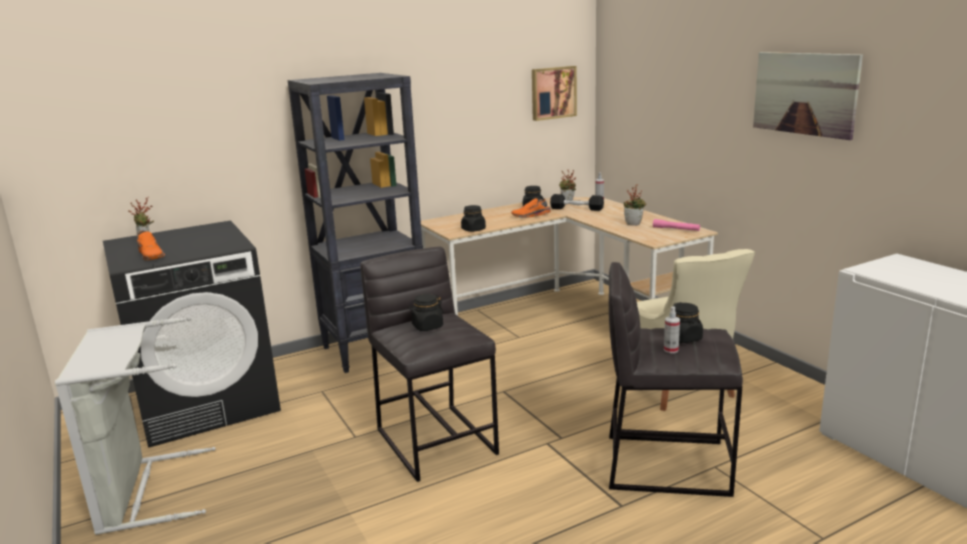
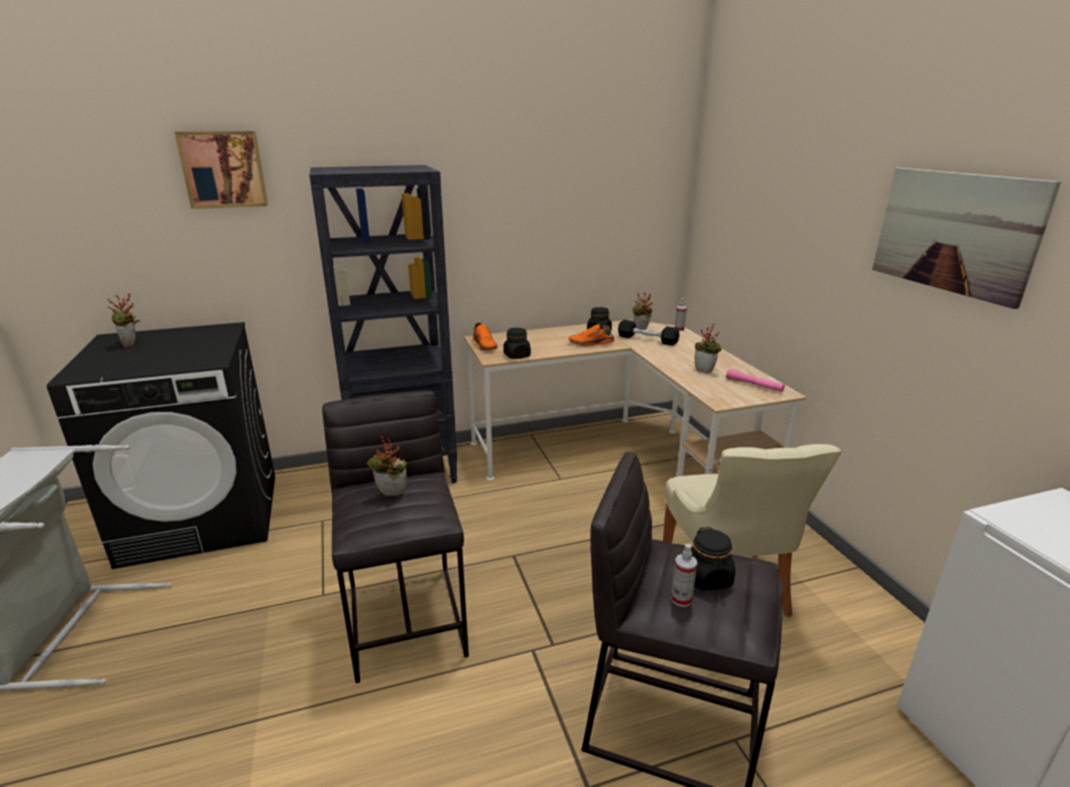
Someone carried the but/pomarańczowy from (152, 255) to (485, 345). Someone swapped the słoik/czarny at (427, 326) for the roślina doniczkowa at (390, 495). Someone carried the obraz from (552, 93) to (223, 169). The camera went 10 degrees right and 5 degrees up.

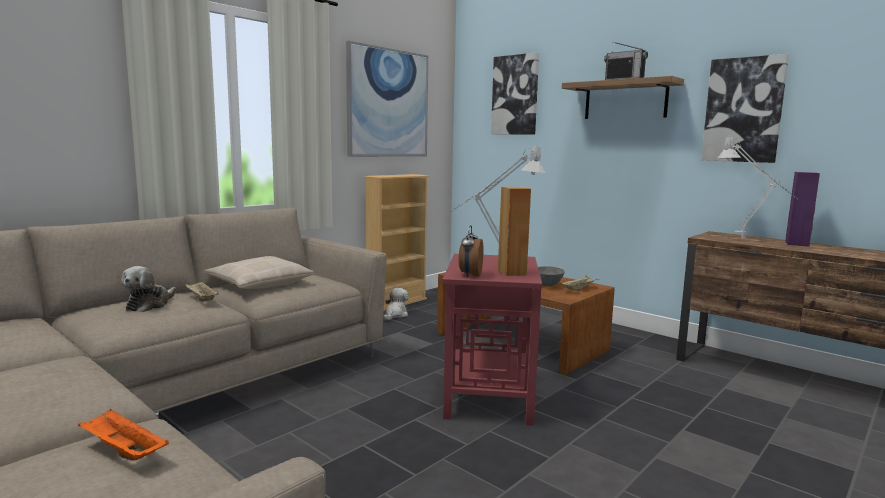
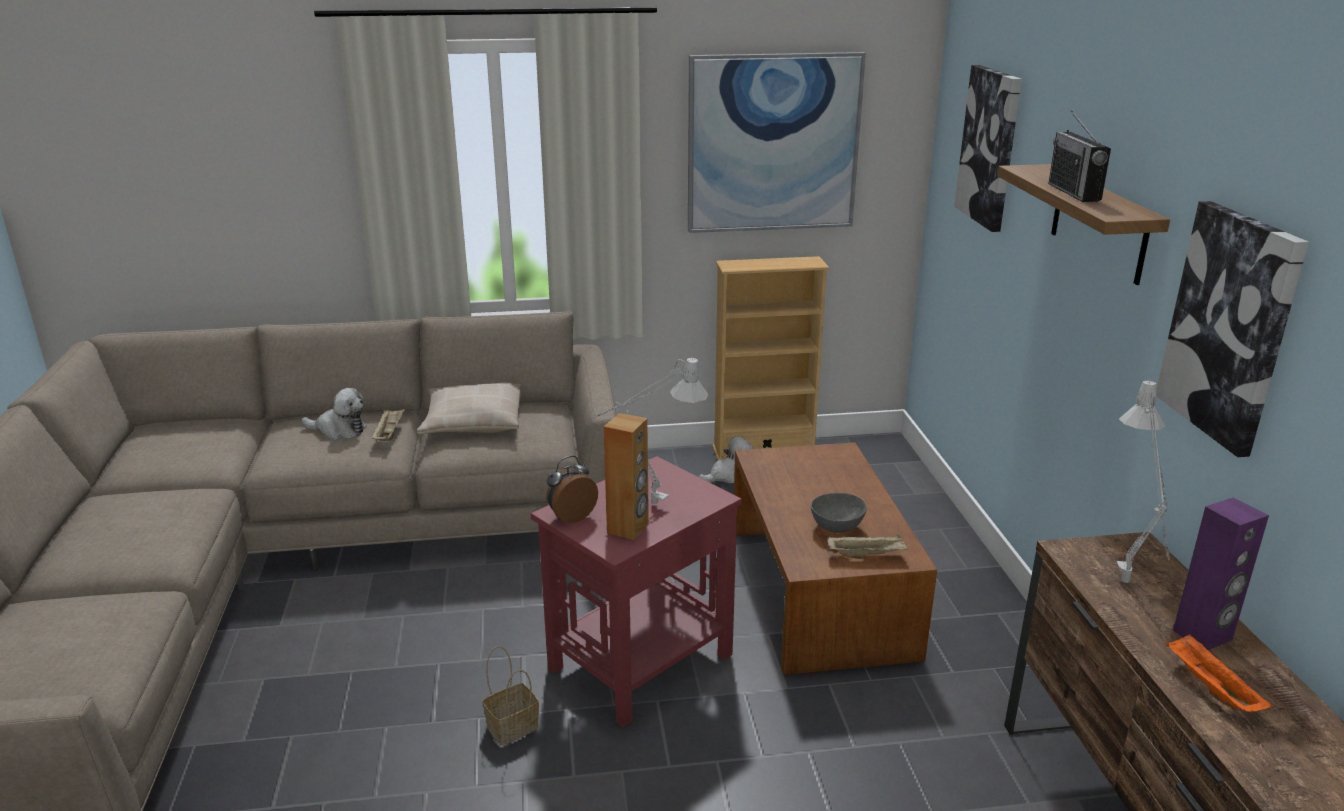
Someone carried the taca/pomarańczowy from (122, 451) to (1209, 688). Someone rotated the pluszak at (150, 305) by 135 degrees counterclockwise. Someone put down the koszyk at (513, 726). The camera went 40 degrees right and 15 degrees up.

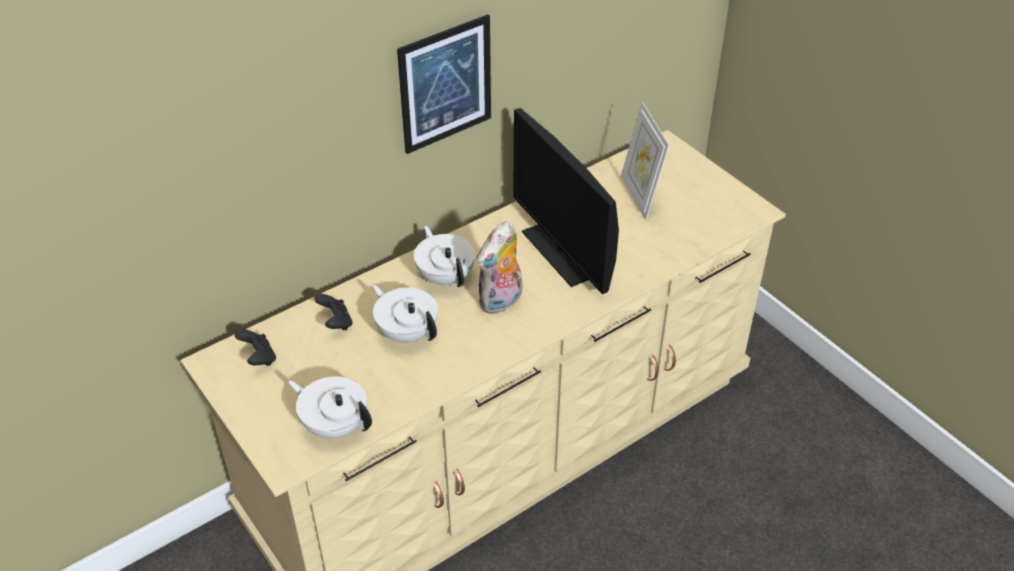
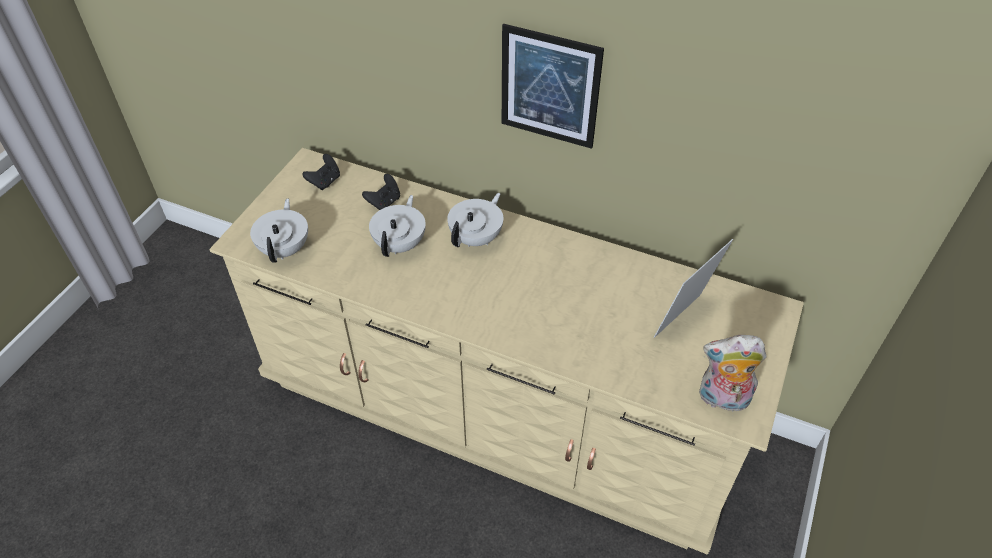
Someone carried the pluszak from (501, 302) to (722, 399). Someone took away the monitor at (563, 251). The camera went 60 degrees right and 5 degrees up.

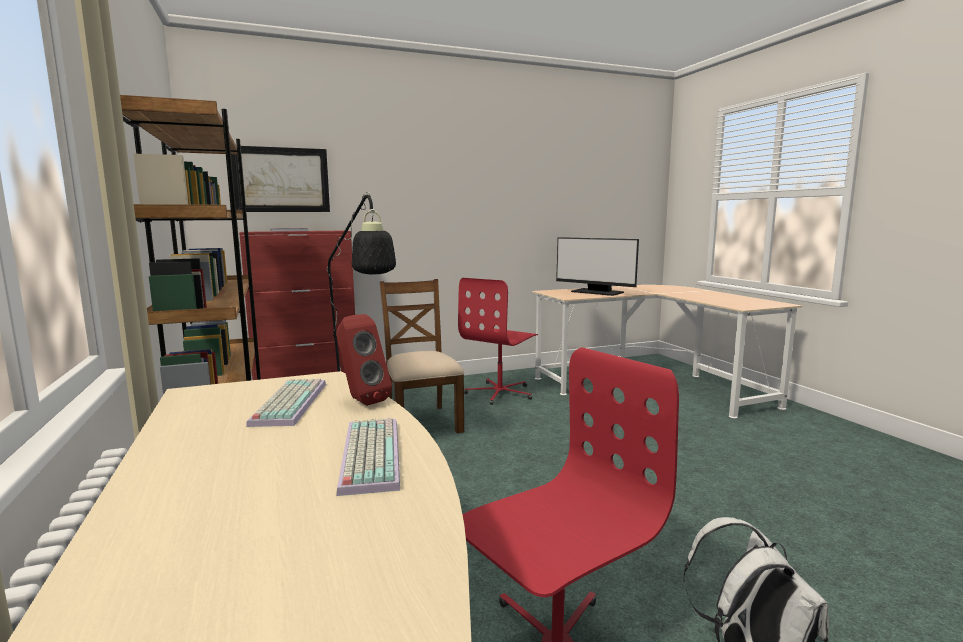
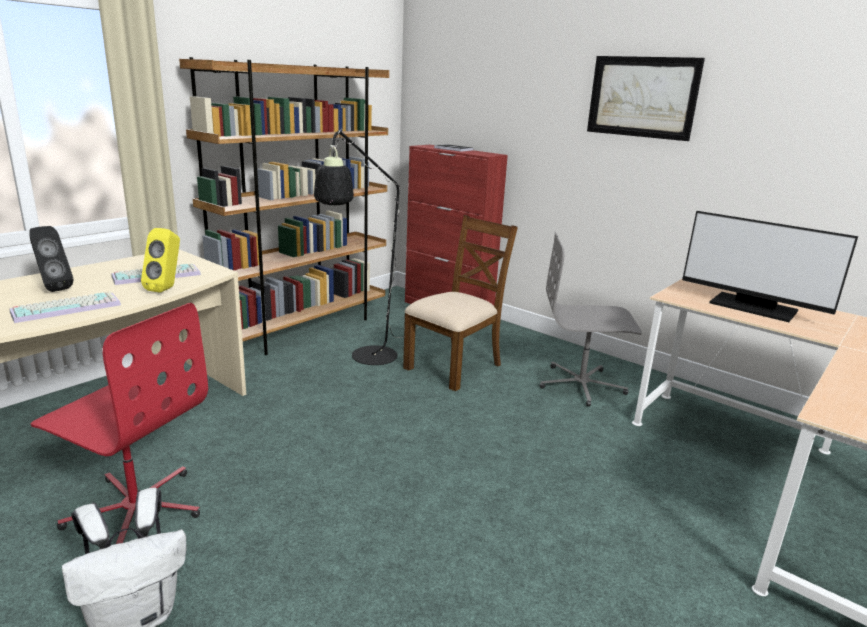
Someone carried the obraz from (281, 180) to (642, 97). Someone repainted the głośnik/czerwony at (361, 401), which became the głośnik/żółty at (167, 289). Someone repainted the krzesło biurowe/czerwony at (500, 393), which became the krzesło biurowe/szary at (581, 385). Someone rotated the monitor at (596, 292) by 60 degrees counterclockwise. Someone put down the głośnik/czarny at (53, 288). The camera went 60 degrees right and 10 degrees up.

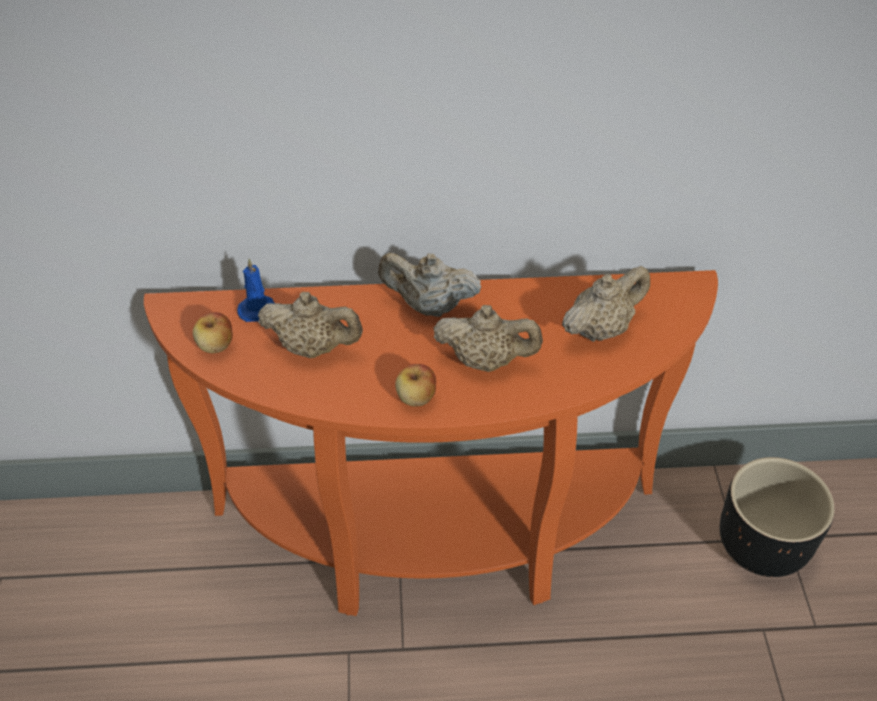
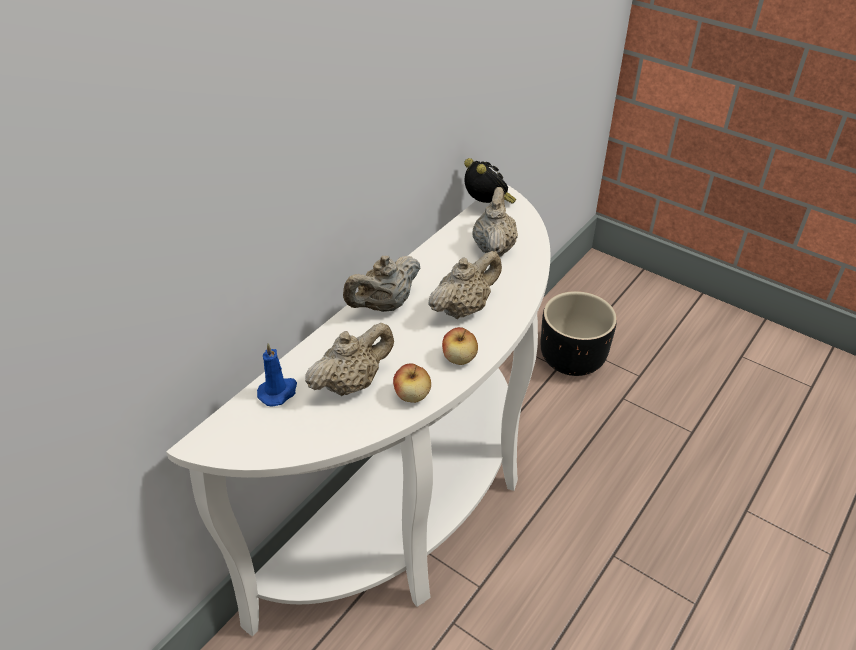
Someone repainted the stolik konsolowy/pomarańczowy at (437, 544), which became the stolik konsolowy/biały at (419, 510). Someone carried the jabłko from (216, 345) to (412, 395). Someone put down the budzik at (487, 206). The camera went 50 degrees left and 5 degrees down.

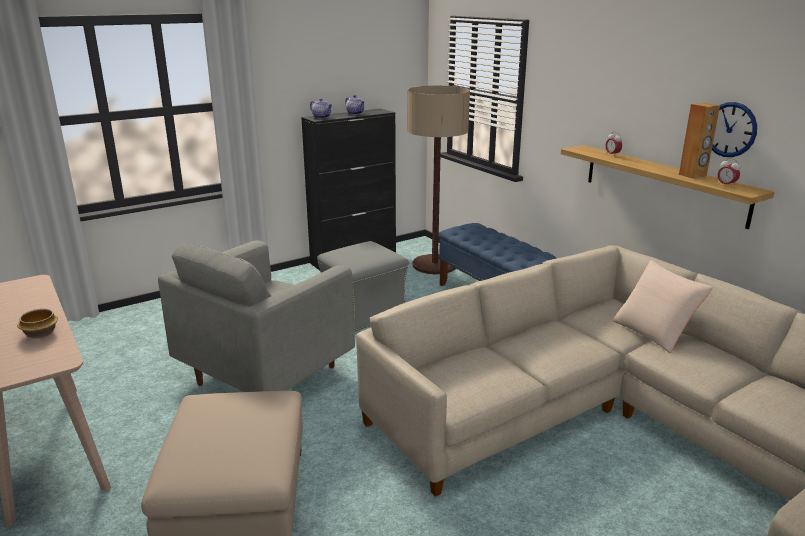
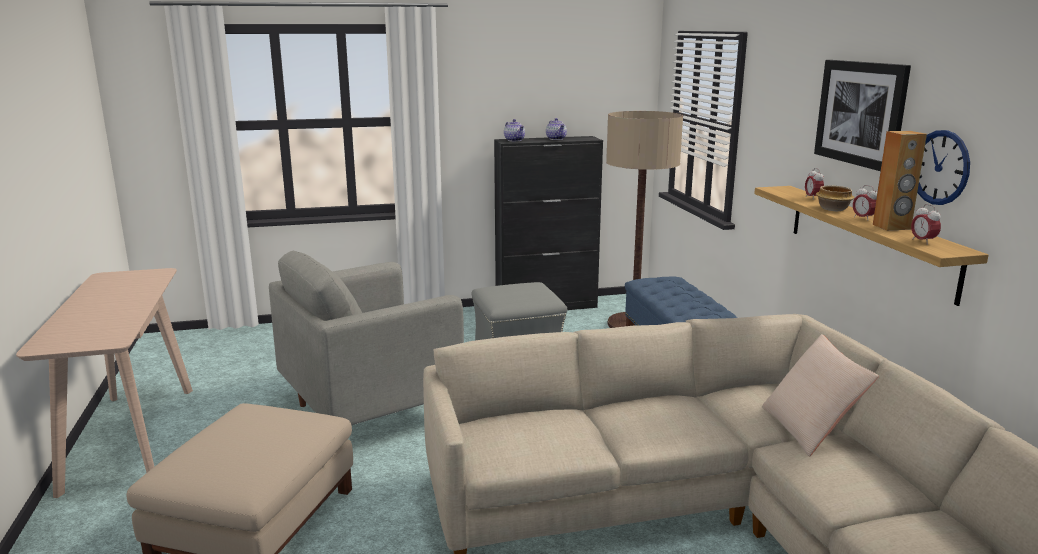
Someone carried the miska from (41, 333) to (833, 209). Someone put up the obraz at (861, 113). Someone put down the budzik at (863, 218). The camera went 20 degrees right and 5 degrees down.

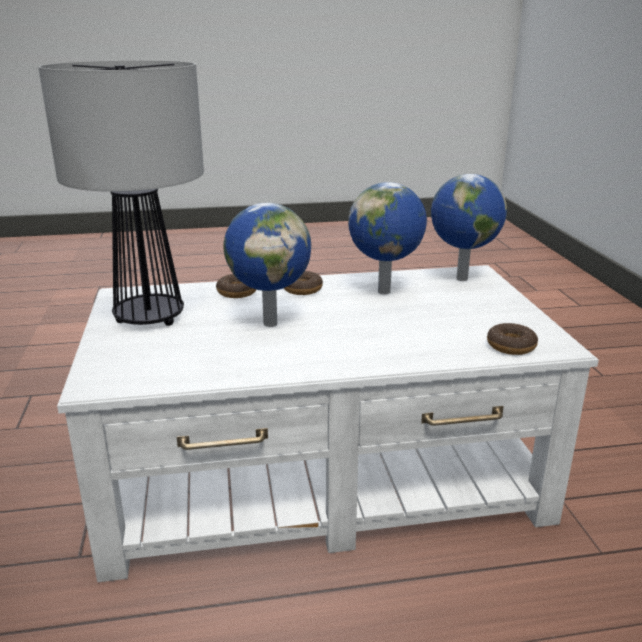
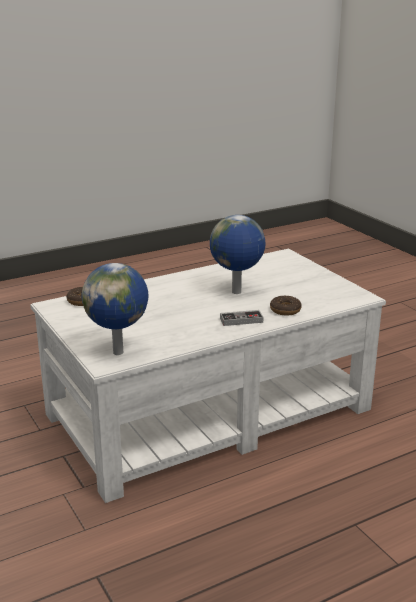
Someone took away the lampa stołowa at (149, 317). Someone swapped the donut at (302, 289) for the pad do gier at (241, 320). Someone took away the globus at (385, 292). The camera went 160 degrees right and 0 degrees up.

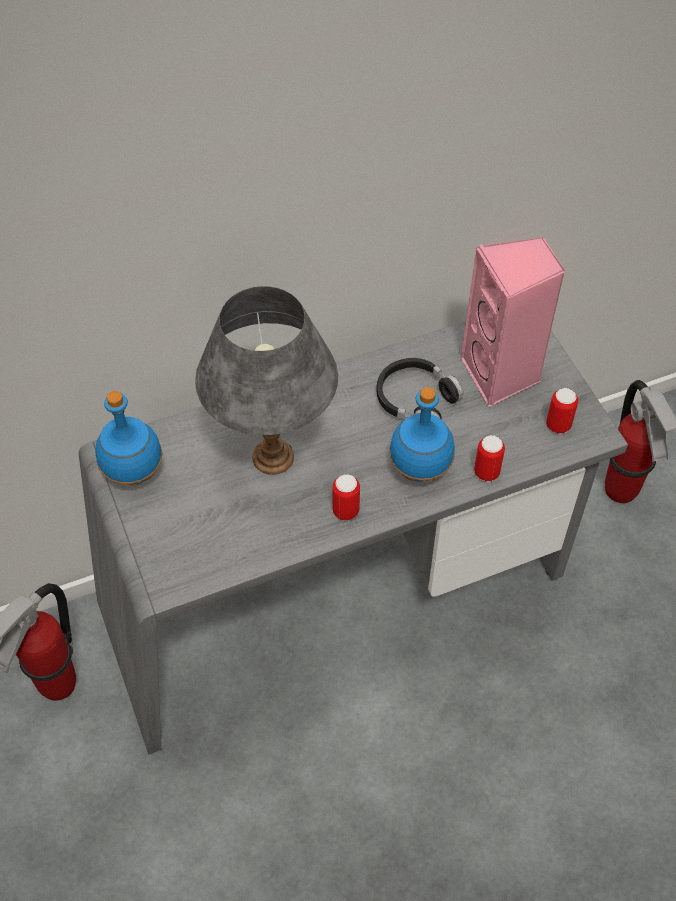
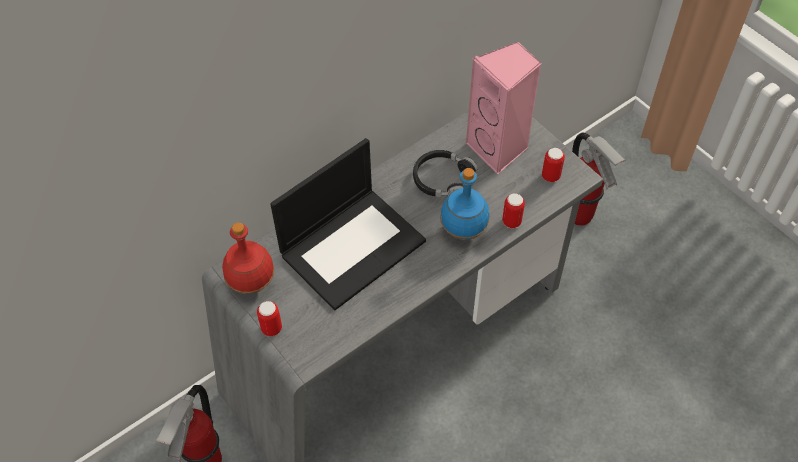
Someone repainted the butelka/niebieski at (134, 474), which became the butelka/czerwony at (252, 284). Someone swapped the lampa stołowa/szary at (273, 456) for the laptop at (353, 246). Someone carried the puszka from (345, 511) to (271, 328). The camera went 15 degrees left and 0 degrees up.

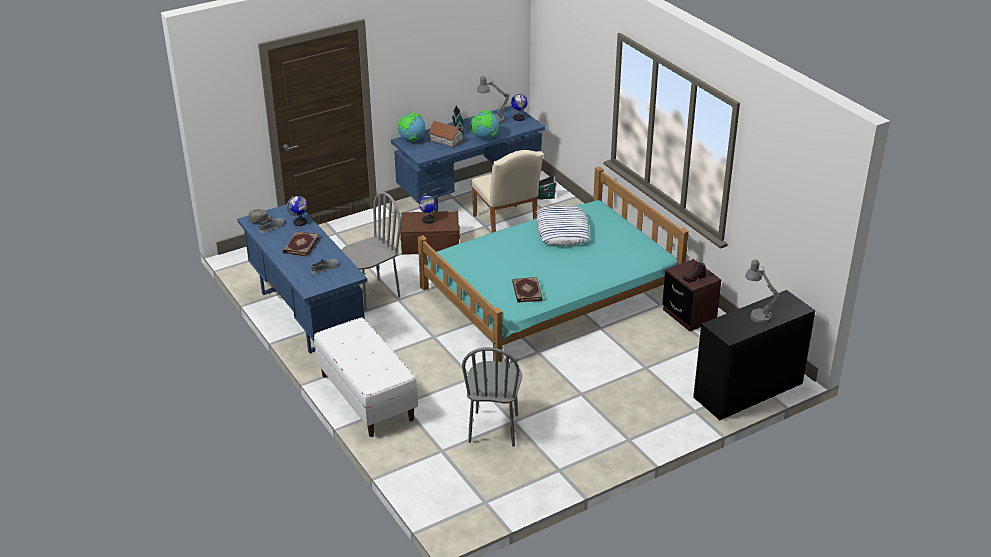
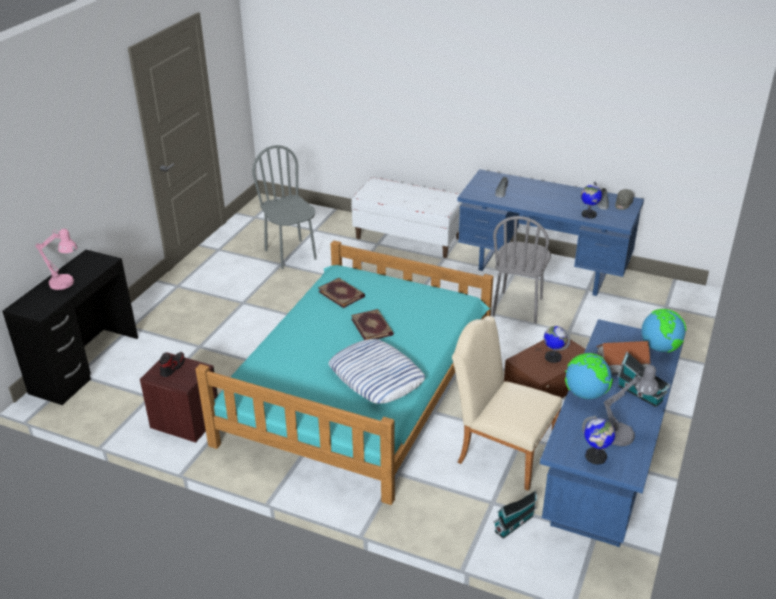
Someone carried the książka from (300, 245) to (372, 327). Someone repainted the lampa stołowa/szary at (757, 315), which became the lampa stołowa/różowy at (66, 284). The camera went 145 degrees right and 0 degrees up.

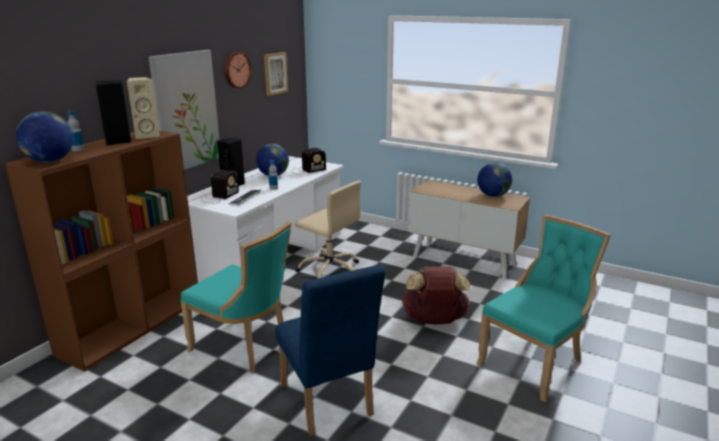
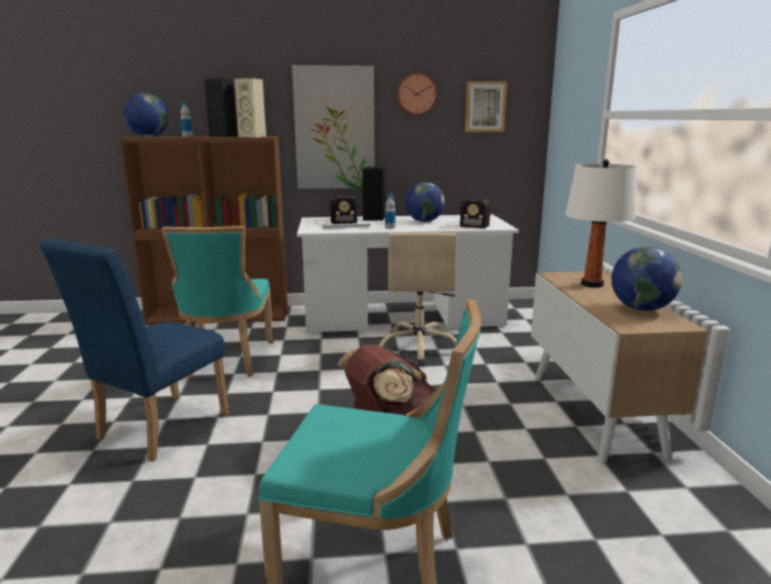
Someone put down the lampa stołowa/biały at (591, 284). The camera went 55 degrees right and 5 degrees down.

